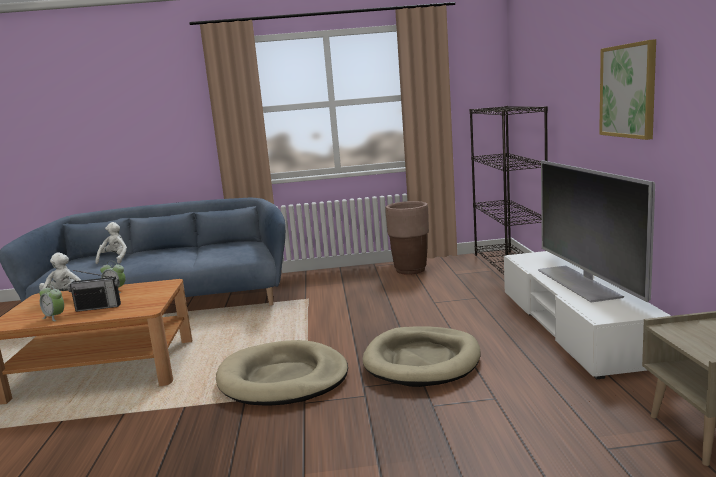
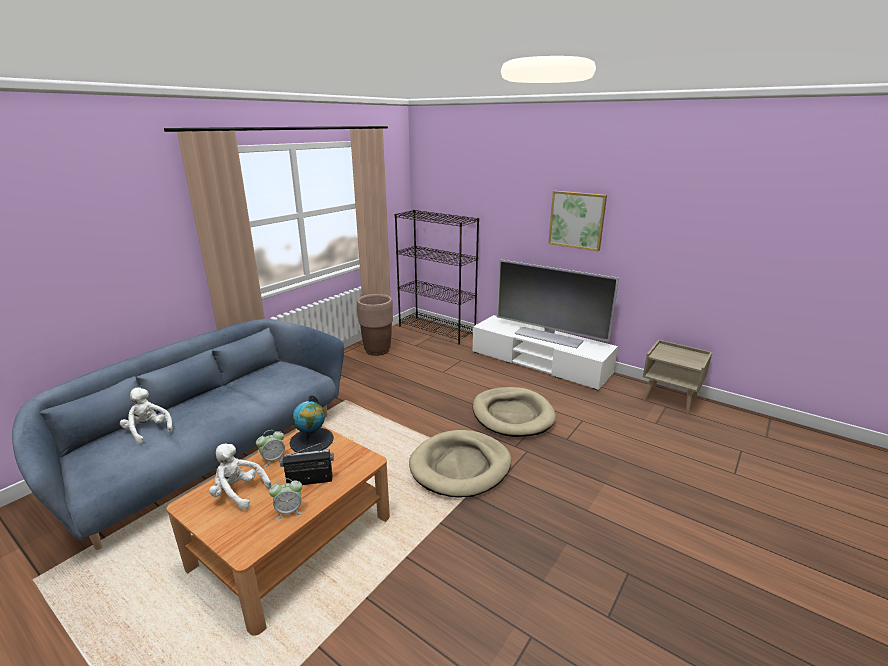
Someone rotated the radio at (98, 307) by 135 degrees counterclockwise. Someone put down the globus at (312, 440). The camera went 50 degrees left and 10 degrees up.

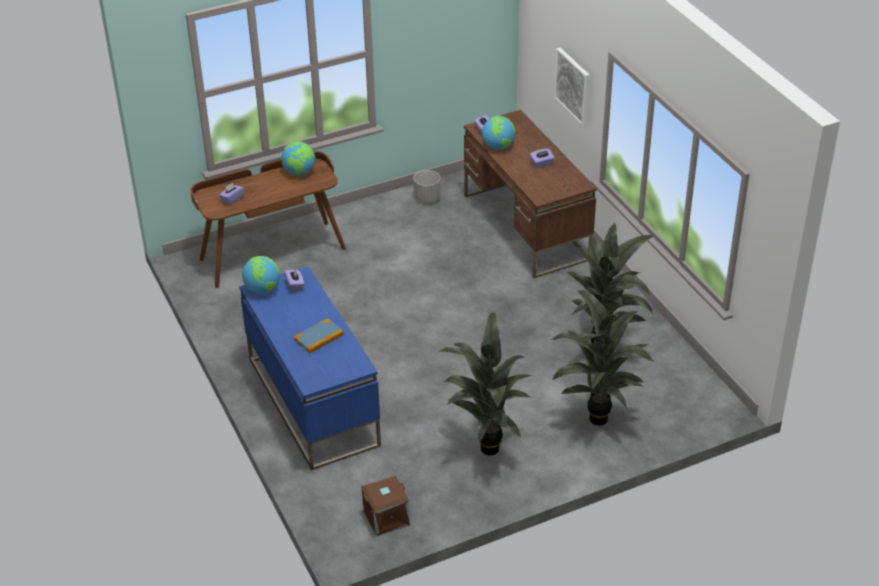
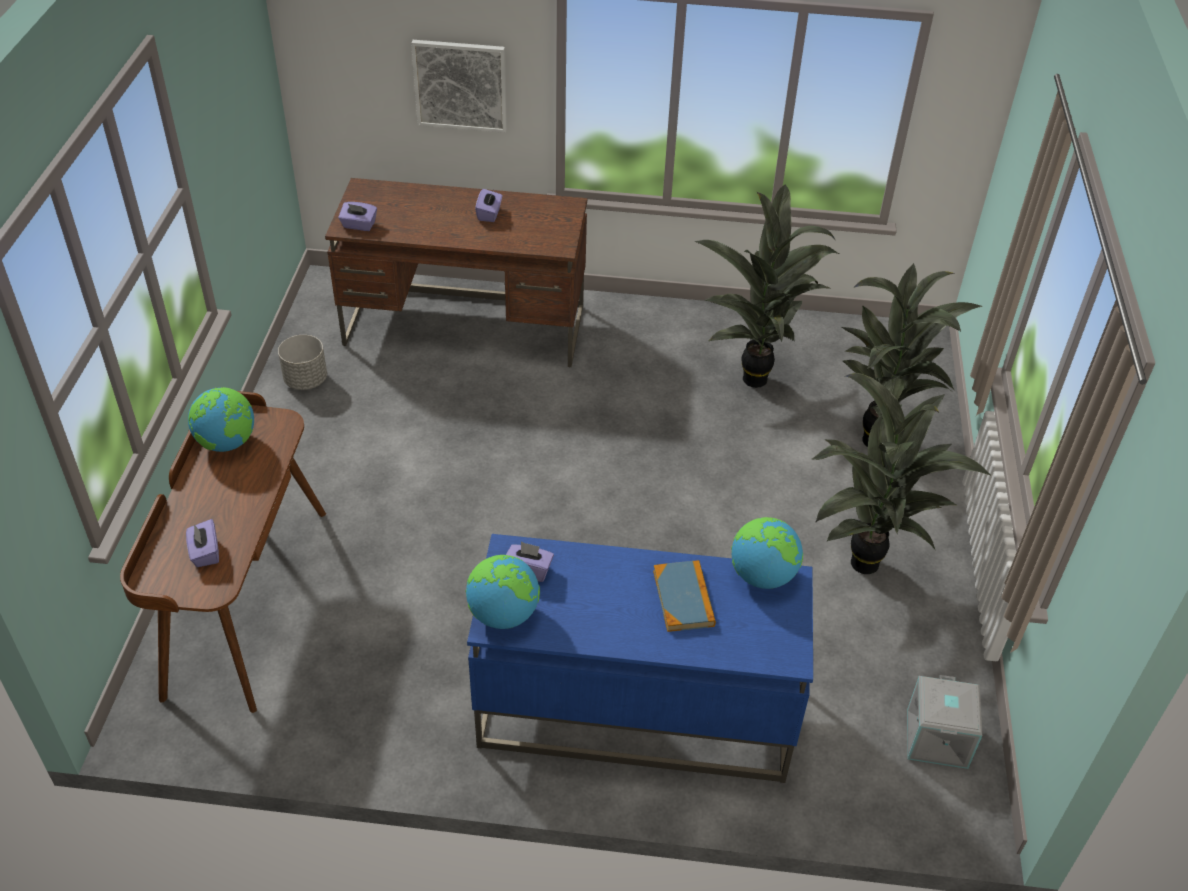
Someone repainted the pojemnik do przechowywania/brązowy at (386, 518), which became the pojemnik do przechowywania/szary at (938, 739). Someone carried the globus from (498, 146) to (762, 575). The camera went 60 degrees left and 5 degrees up.

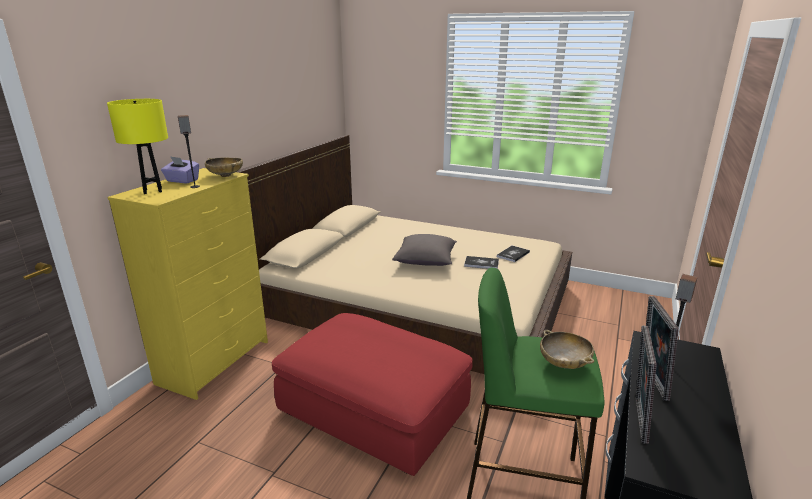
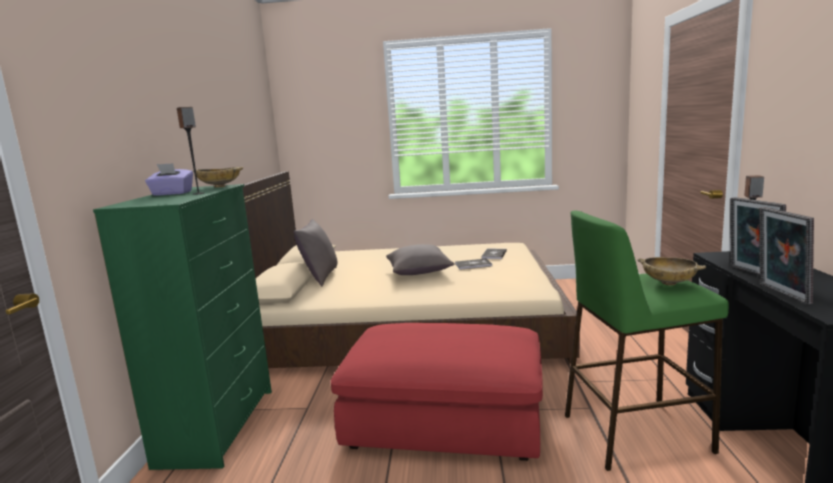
Someone took away the lampa stołowa/żółty at (153, 191). Someone repainted the komoda/żółty at (216, 362), which became the komoda/zielony at (219, 425). Someone put down the poduszka/szary at (319, 277). The camera went 20 degrees left and 10 degrees down.

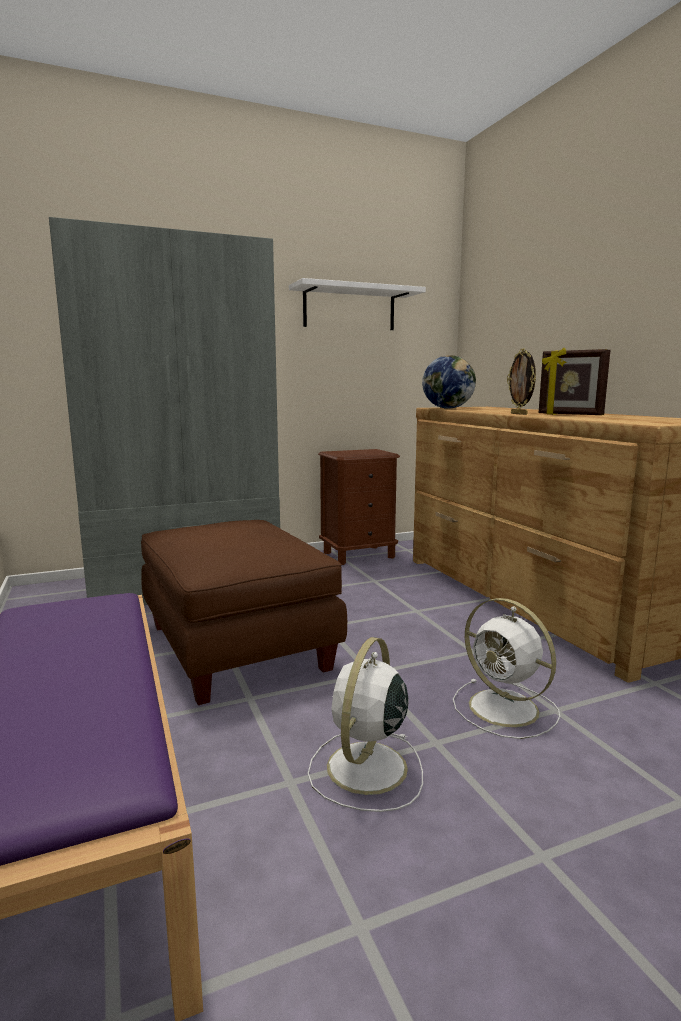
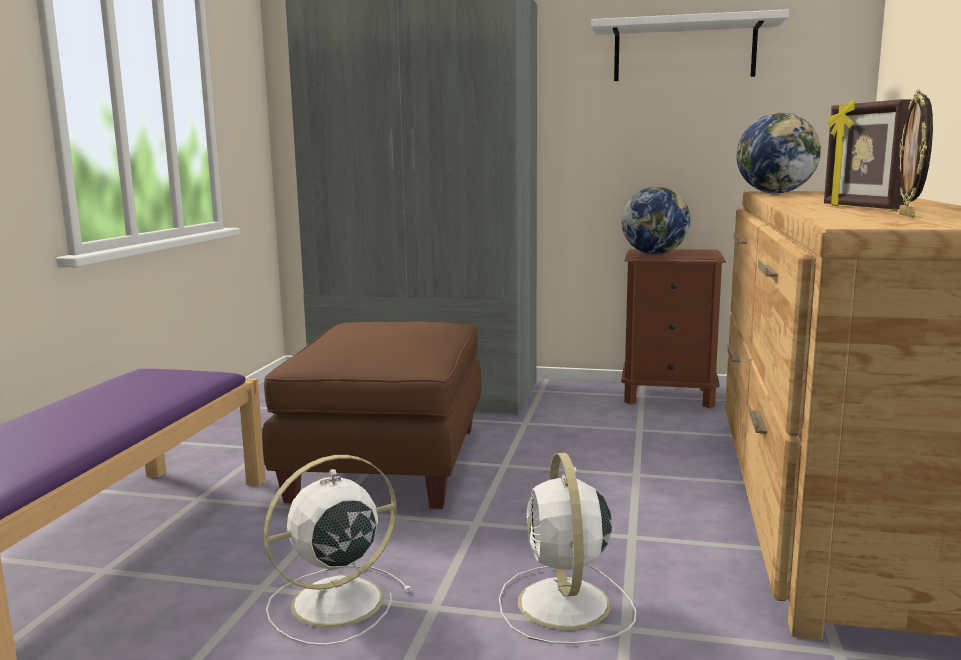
Someone carried the ramka na zdjęcie from (519, 414) to (908, 215). Someone put down the globus at (654, 254). The camera went 35 degrees right and 0 degrees up.

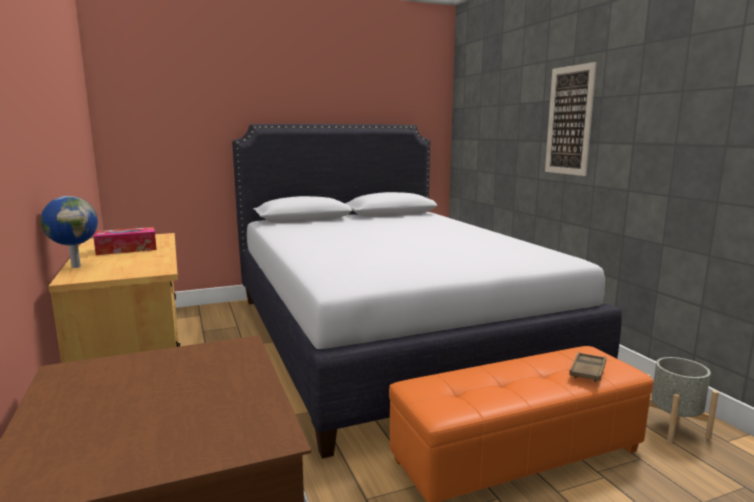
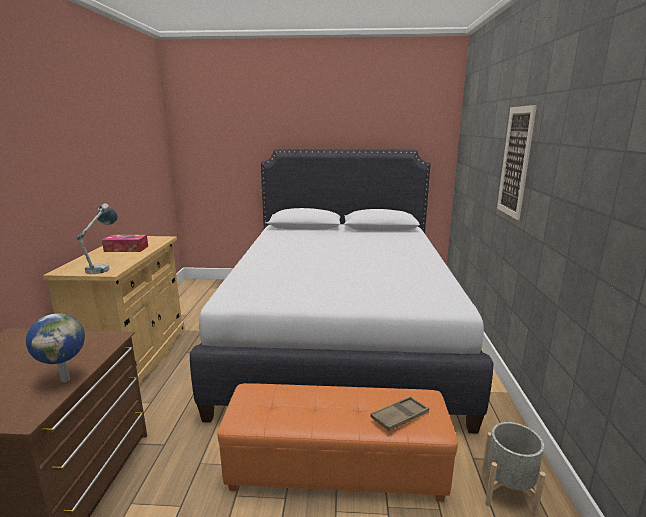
Someone carried the globus from (76, 266) to (66, 379). Someone put down the lampa stołowa at (104, 267). The camera went 25 degrees right and 5 degrees up.

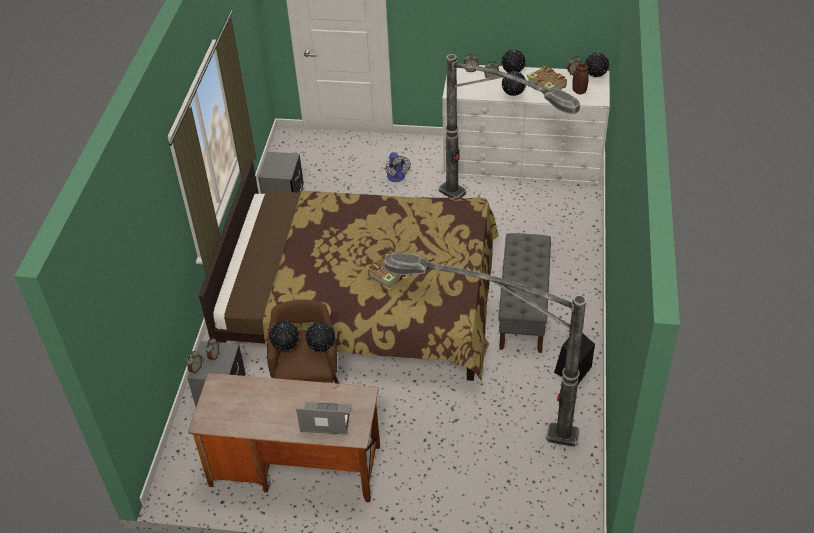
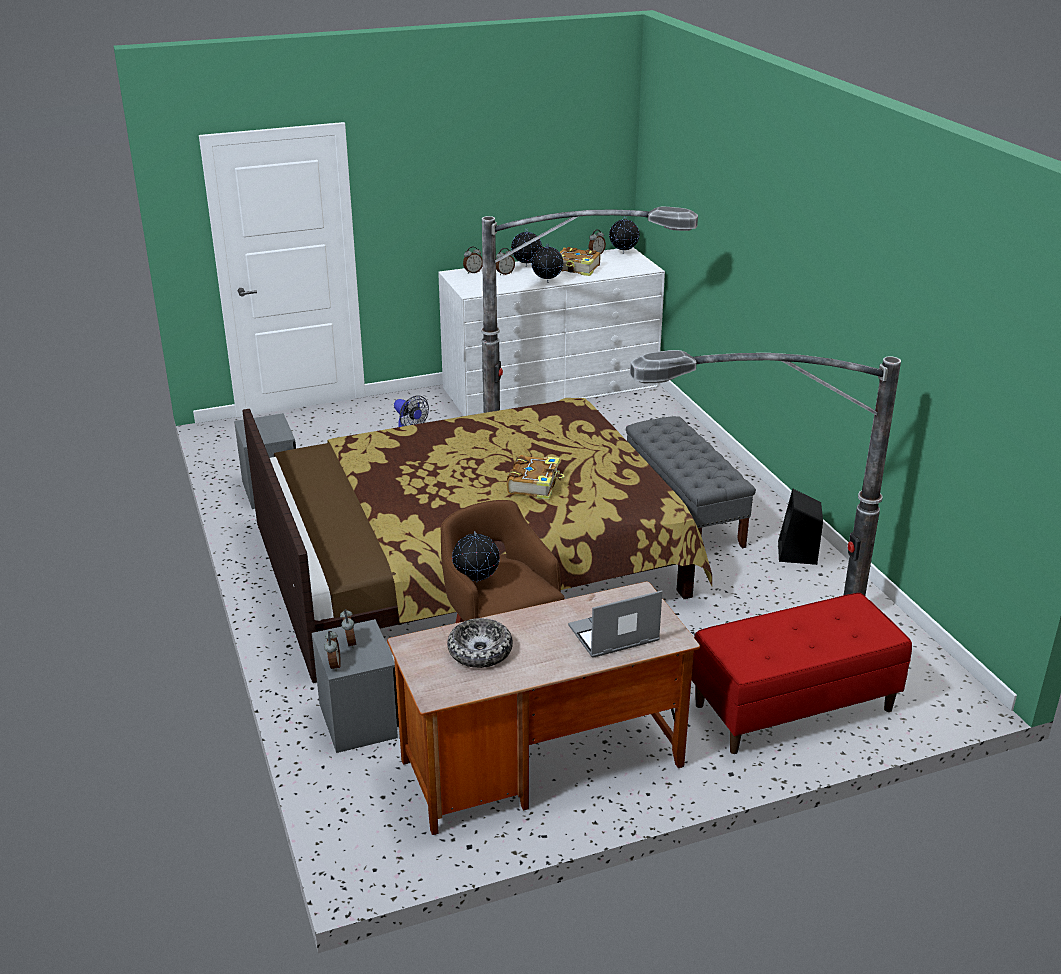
Someone took away the globus at (322, 349). Someone took away the wazon/brązowy at (579, 91). Someone put down the miska at (480, 651). Someone put down the ławka/czerwony at (793, 708). The camera went 30 degrees left and 15 degrees down.

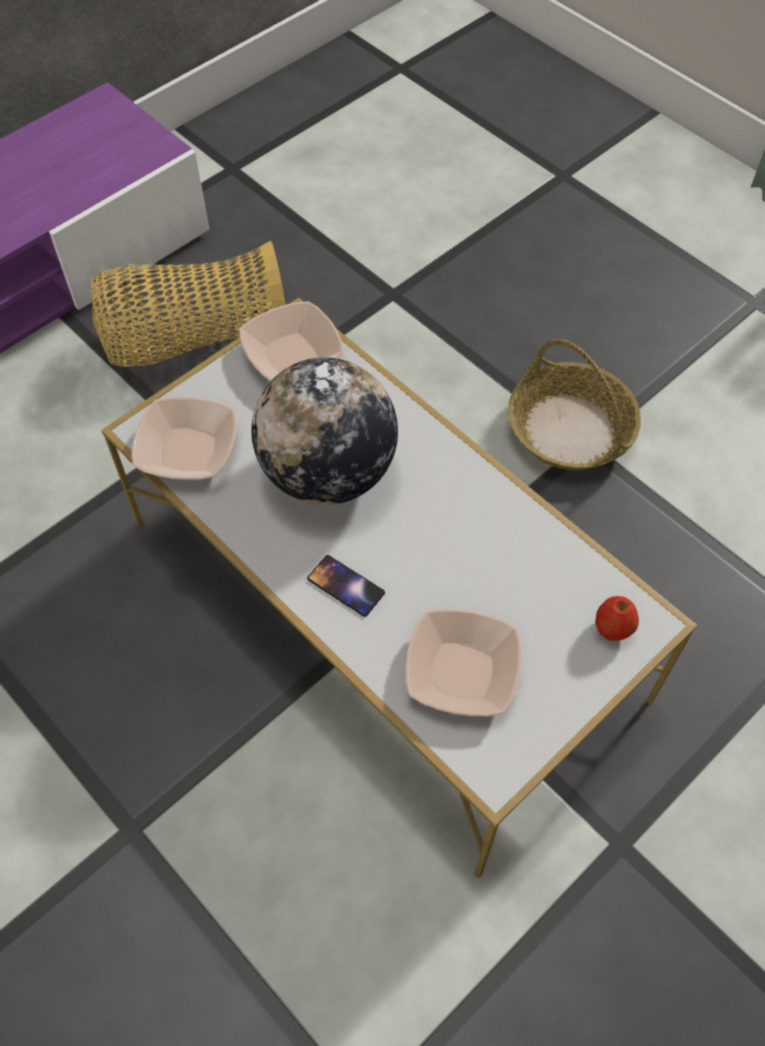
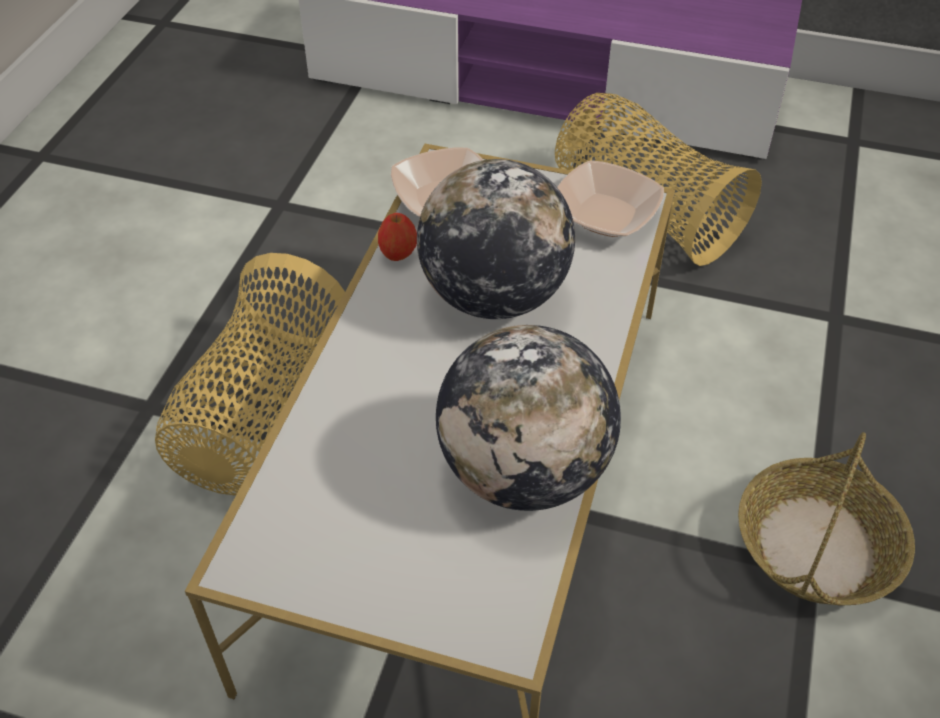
Someone took away the telefon at (345, 586). Someone took away the miska at (462, 671). Someone carried the jabłko from (612, 629) to (398, 254). Someone put down the koszyk at (262, 415). Someone put down the globus at (524, 471). The camera went 60 degrees right and 10 degrees down.

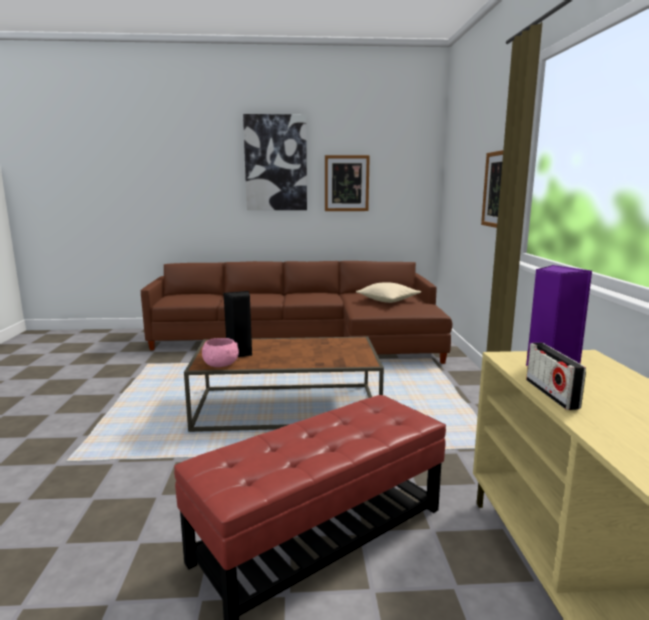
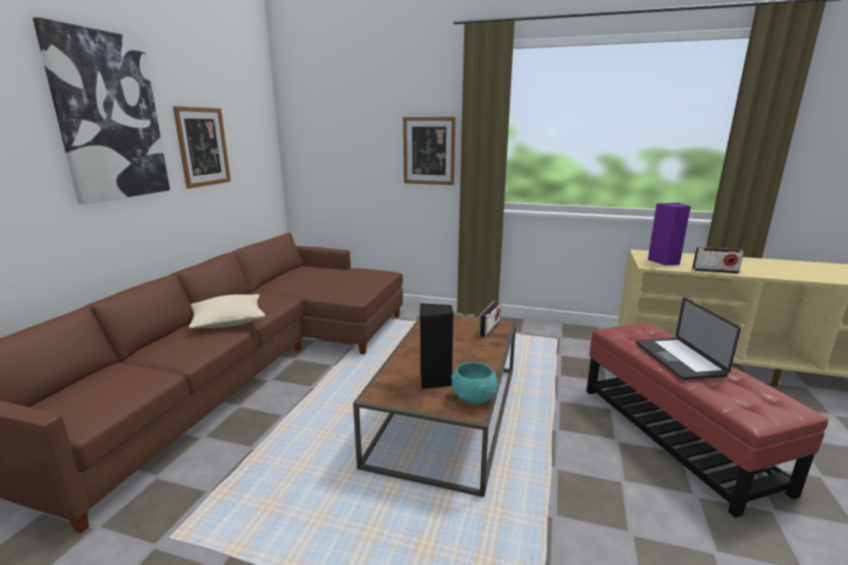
Someone repainted the miska/różowy at (221, 364), which became the miska/turkusowy at (474, 397). Someone carried the poduszka/beżowy from (388, 300) to (228, 321). Someone put down the radio at (489, 329). Someone put down the laptop at (678, 359). The camera went 70 degrees left and 5 degrees up.

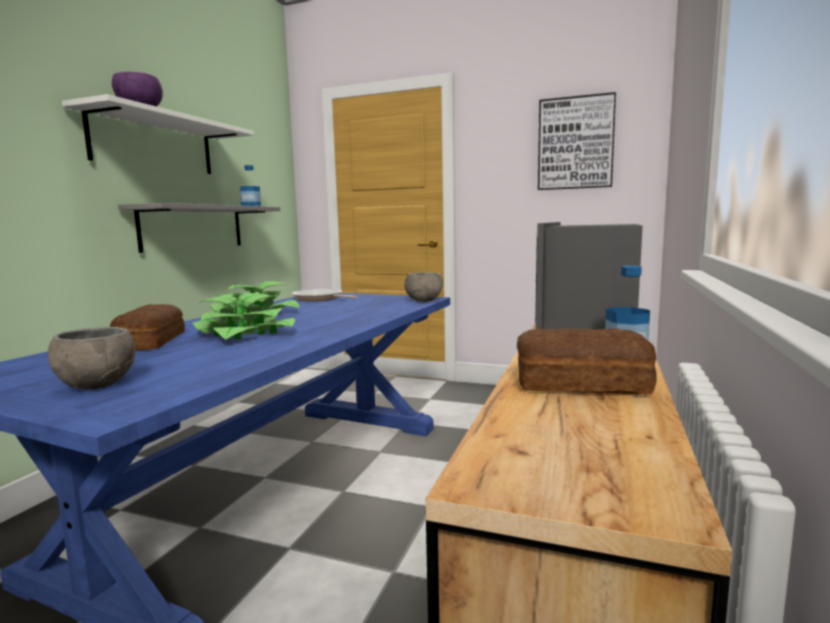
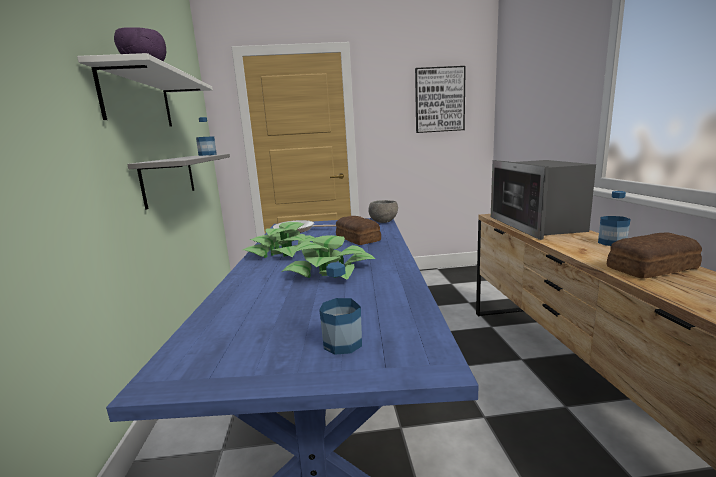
Someone swapped the miska/szary at (97, 385) for the butelka at (342, 343). Someone carried the chleb from (148, 342) to (357, 239). The camera went 25 degrees left and 5 degrees up.

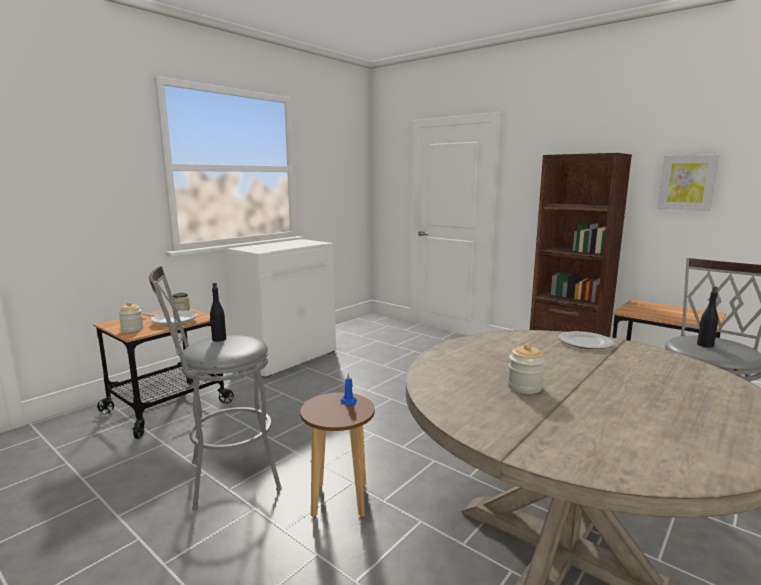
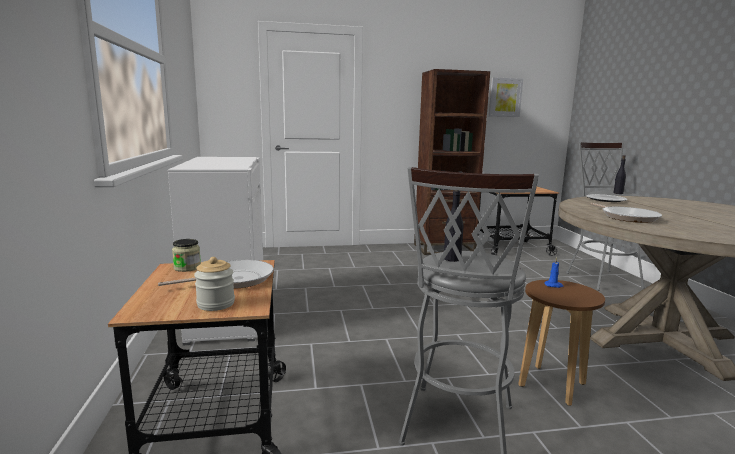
Someone took away the słoik at (524, 387). Someone put down the patelnia at (627, 217). The camera went 50 degrees left and 0 degrees up.

